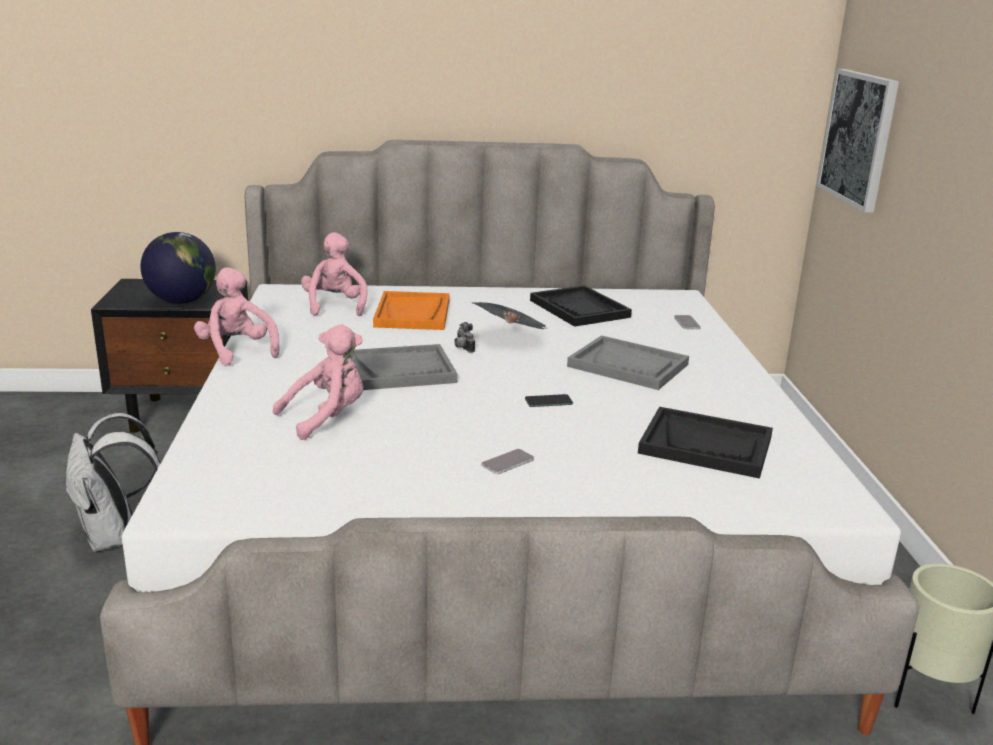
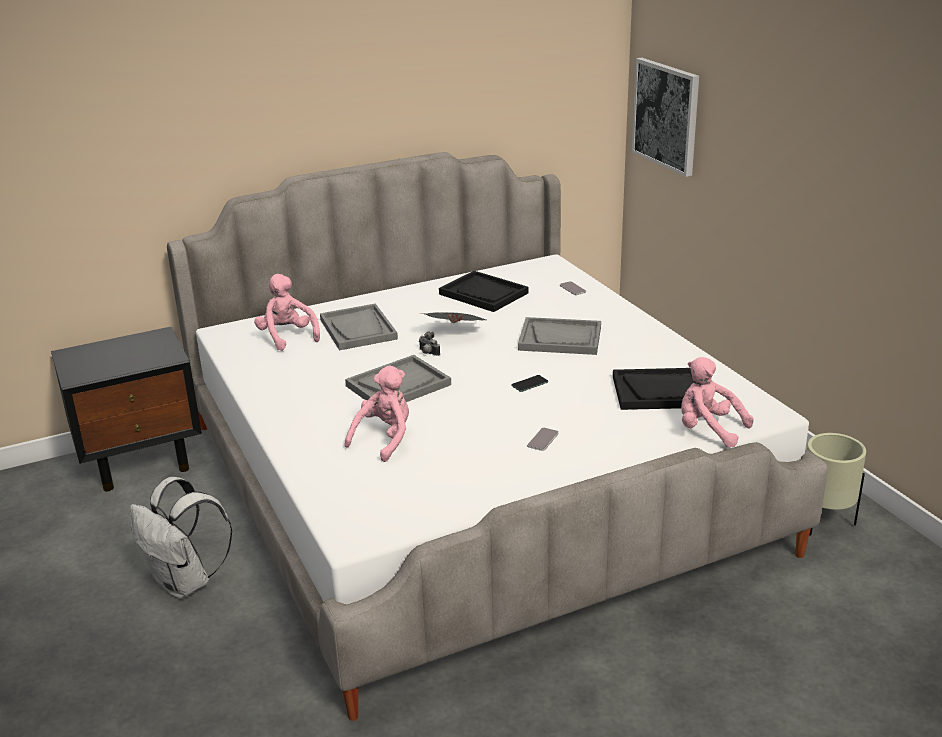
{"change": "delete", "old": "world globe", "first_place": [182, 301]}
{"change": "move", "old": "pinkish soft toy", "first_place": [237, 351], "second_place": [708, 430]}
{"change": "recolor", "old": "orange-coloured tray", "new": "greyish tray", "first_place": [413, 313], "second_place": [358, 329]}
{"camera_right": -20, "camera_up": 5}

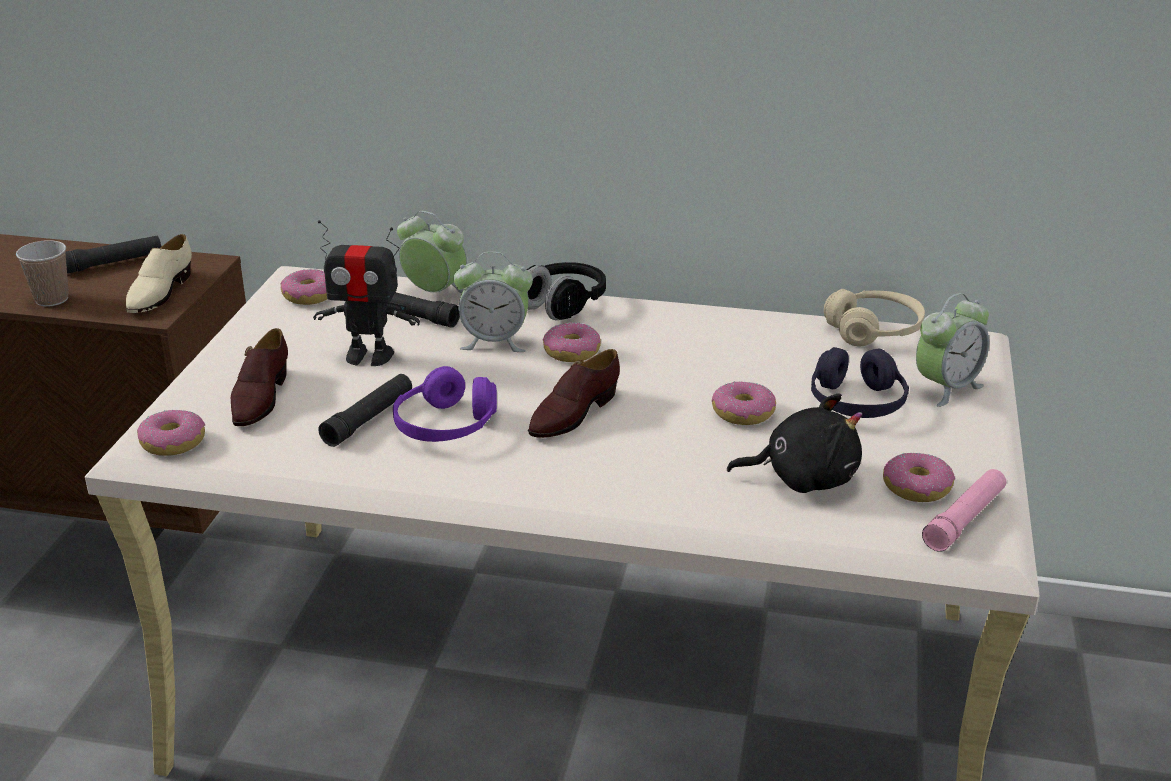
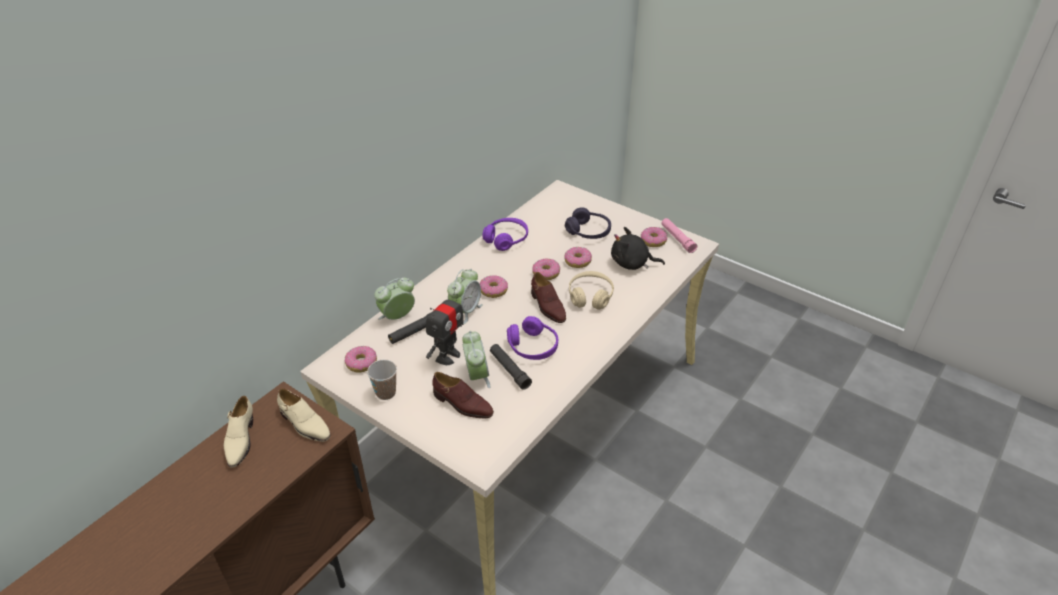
{"change": "move", "old": "cup", "first_place": [52, 299], "second_place": [386, 393]}
{"change": "replace", "old": "black-coloured hand torch", "new": "beige item of footwear", "first_place": [113, 263], "second_place": [240, 440]}
{"change": "move", "old": "ring doughnut", "first_place": [173, 442], "second_place": [546, 273]}
{"change": "delete", "old": "black-coloured headset", "first_place": [562, 306]}
{"change": "rotate", "old": "black-coloured soft toy", "first_place": [803, 478], "second_place": [632, 263], "degrees": -105}
{"change": "move", "old": "beige headset", "first_place": [874, 331], "second_place": [590, 296]}
{"change": "move", "old": "bedside clock", "first_place": [946, 388], "second_place": [476, 376]}
{"change": "insert", "new": "purple-coloured headset", "second_place": [506, 239]}
{"camera_right": -65, "camera_up": 10}

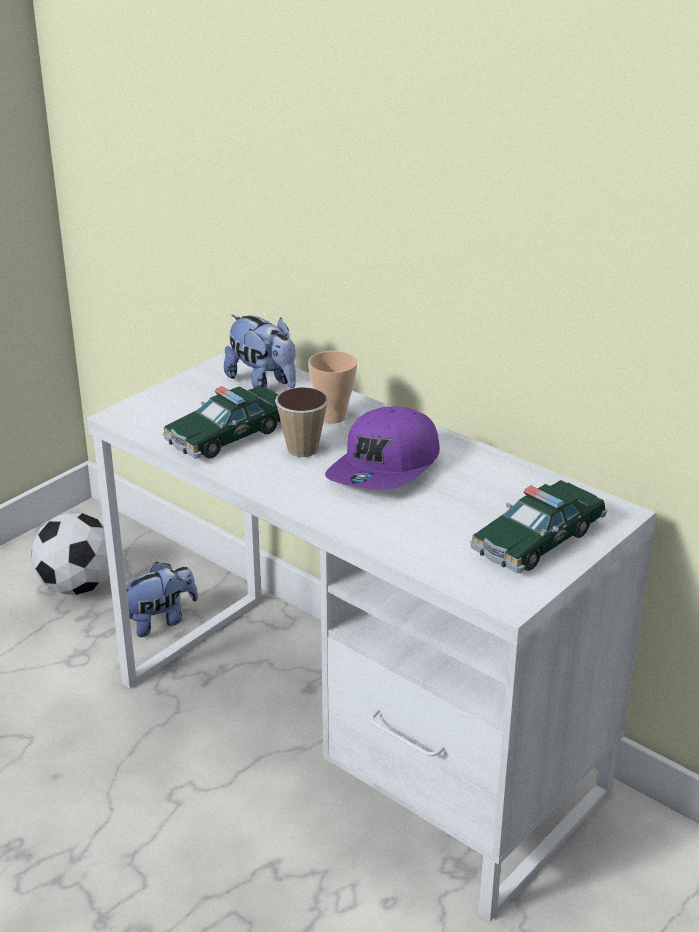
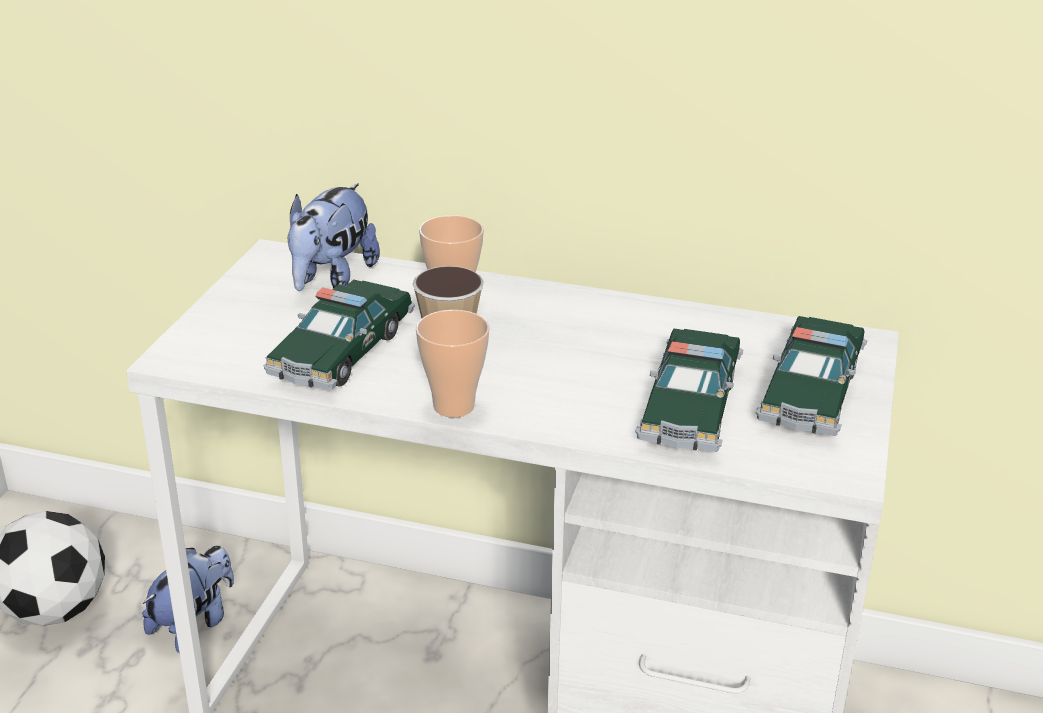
{"change": "rotate", "old": "soft toy", "first_place": [263, 383], "second_place": [331, 279], "degrees": 90}
{"change": "delete", "old": "purple-coloured baseball cap", "first_place": [386, 468]}
{"change": "insert", "new": "cup", "second_place": [454, 406]}
{"change": "insert", "new": "model car", "second_place": [690, 407]}
{"camera_right": -25, "camera_up": 0}

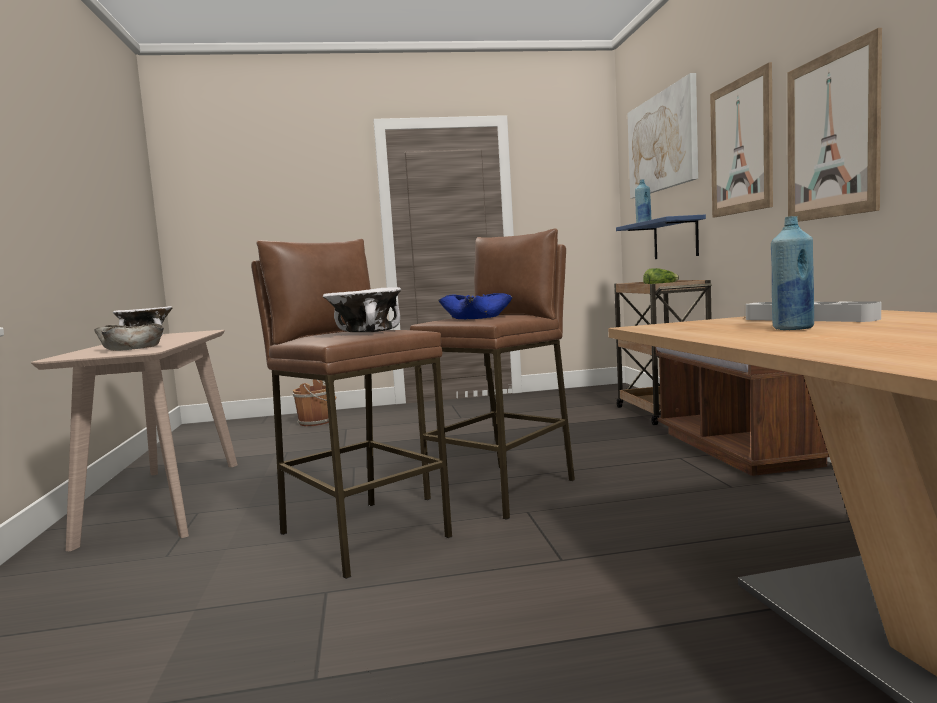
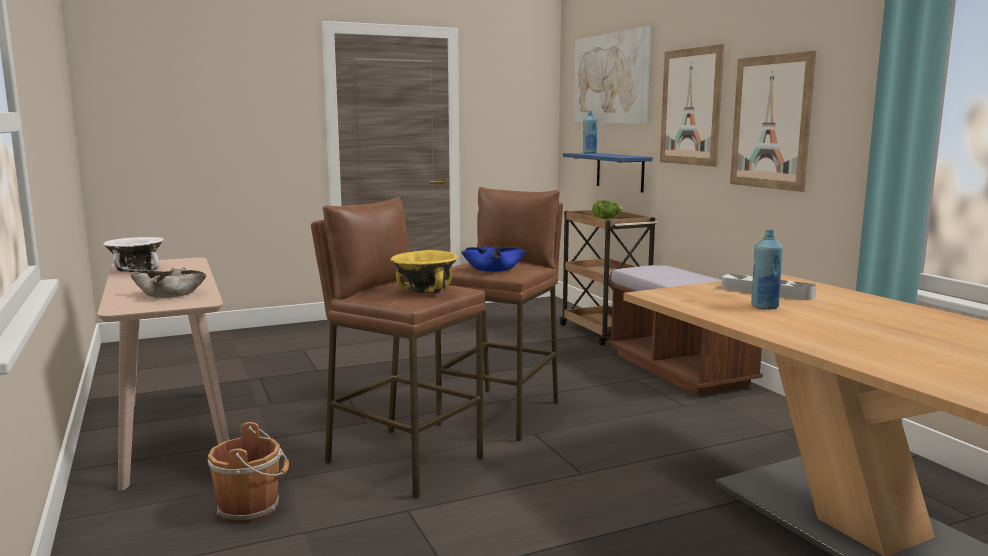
{"change": "move", "old": "brownish pail", "first_place": [316, 422], "second_place": [252, 508]}
{"change": "recolor", "old": "white deep dish", "new": "yellow-coloured deep dish", "first_place": [366, 332], "second_place": [425, 291]}
{"camera_right": -15, "camera_up": 5}

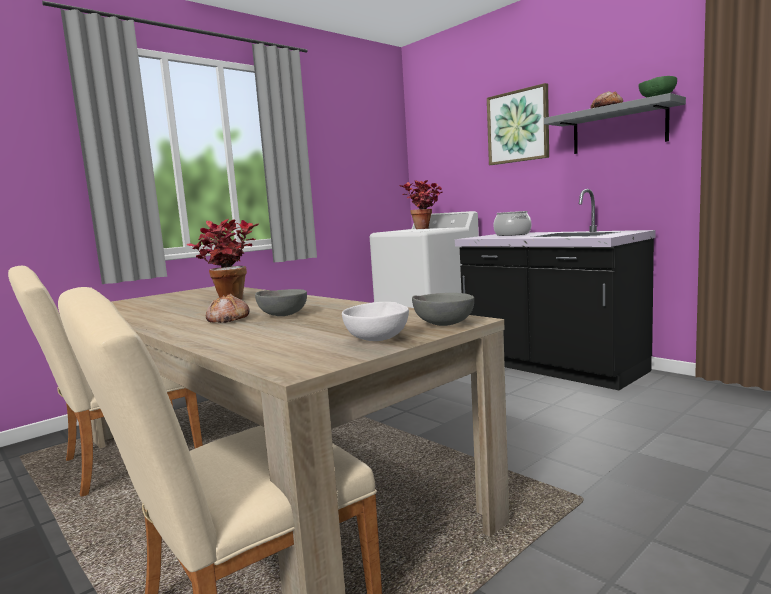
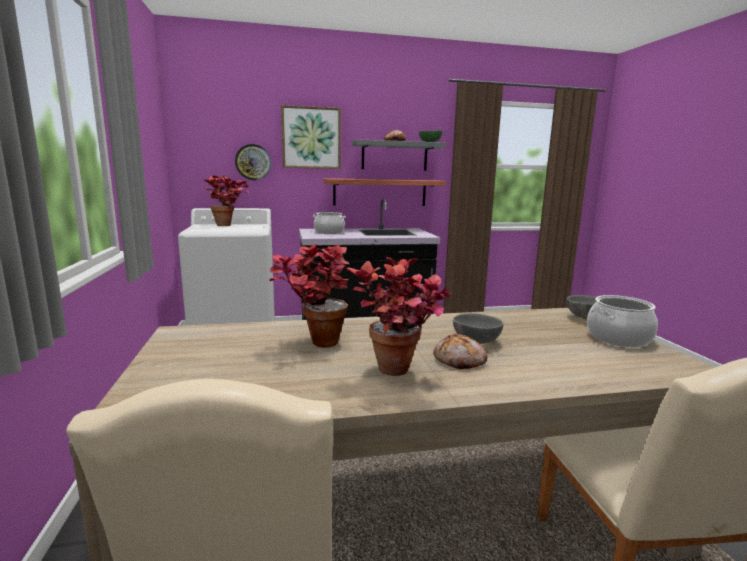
{"change": "replace", "old": "white deep dish", "new": "cooking pot", "first_place": [379, 339], "second_place": [618, 338]}
{"change": "insert", "new": "wall clock", "second_place": [253, 162]}
{"change": "insert", "new": "bracket shelf", "second_place": [380, 192]}
{"change": "insert", "new": "plant in a pot", "second_place": [399, 375]}
{"camera_right": -60, "camera_up": 5}

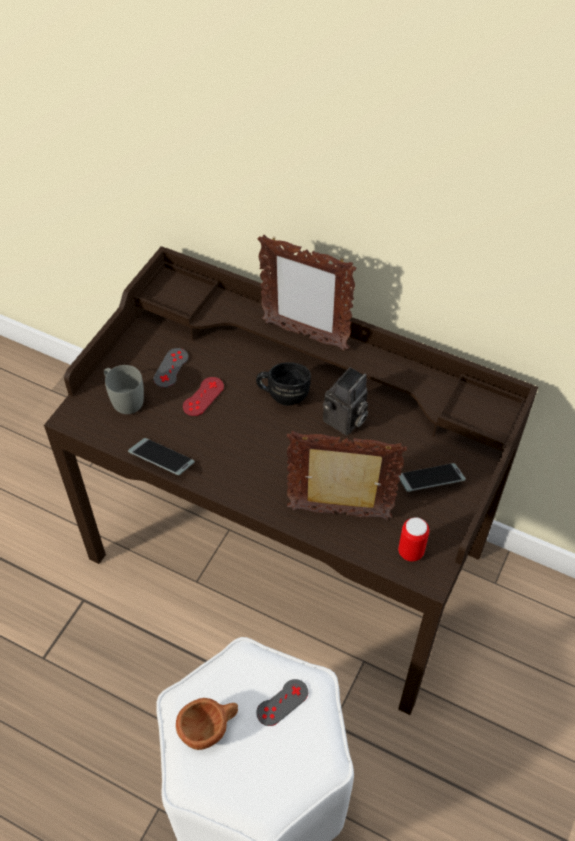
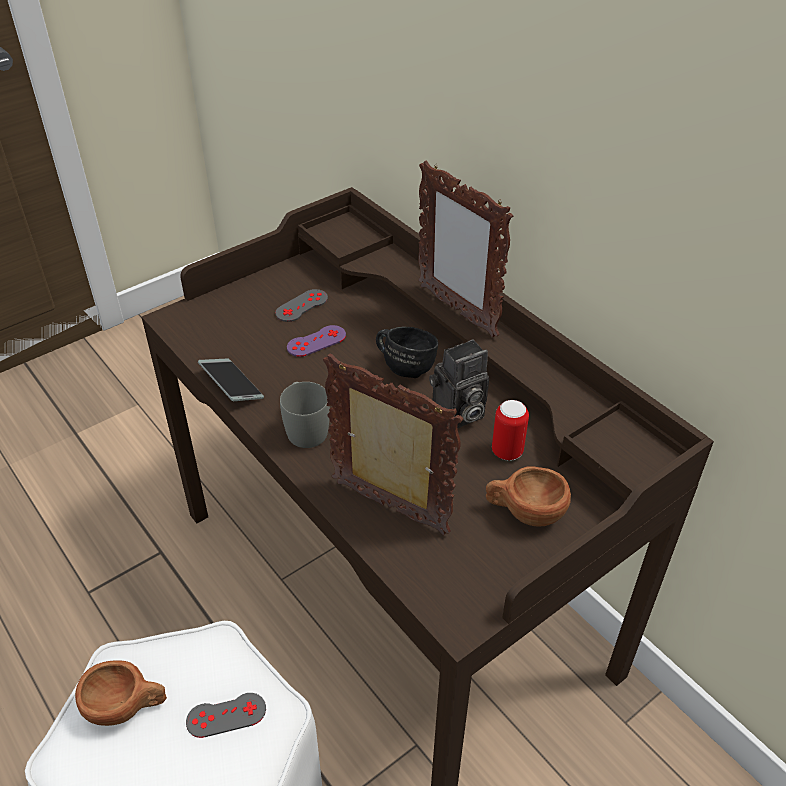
{"change": "move", "old": "greyish mug", "first_place": [123, 398], "second_place": [305, 427]}
{"change": "recolor", "old": "red game controller", "new": "purple-coloured game controller", "first_place": [203, 396], "second_place": [316, 341]}
{"change": "move", "old": "metal can", "first_place": [411, 551], "second_place": [507, 451]}
{"change": "replace", "old": "handset", "new": "brownish cup", "first_place": [430, 481], "second_place": [524, 512]}
{"camera_right": 25, "camera_up": -10}

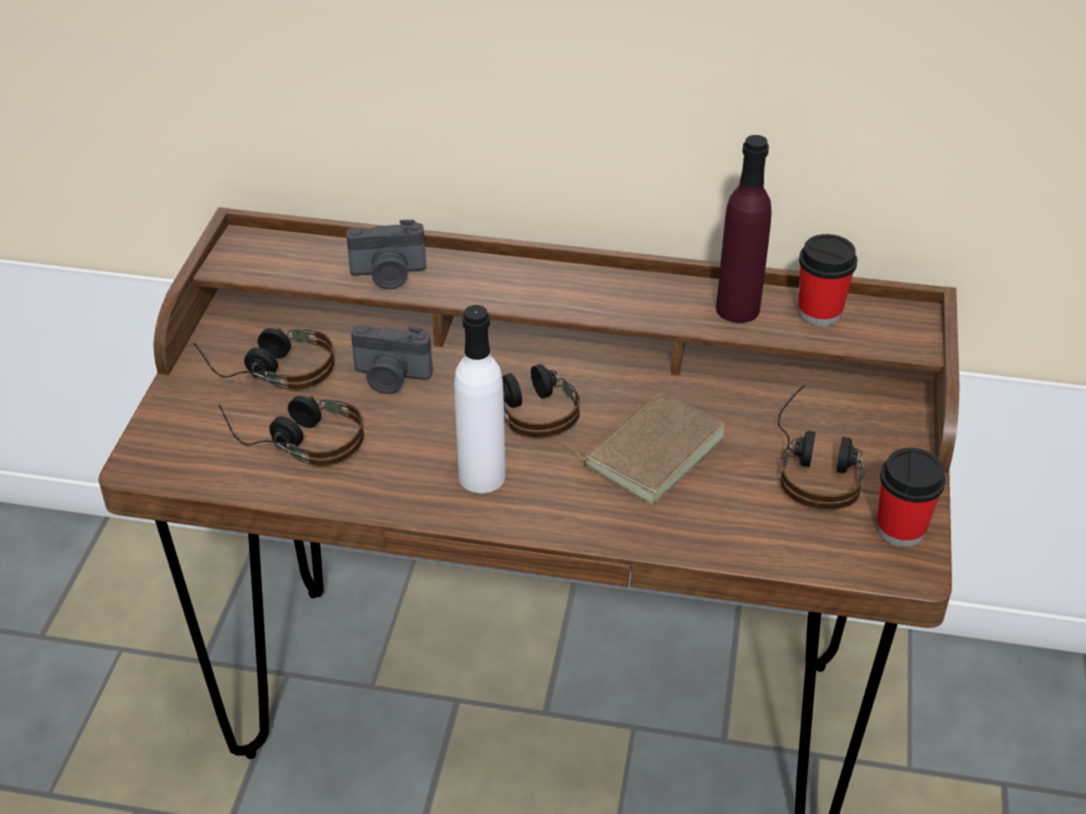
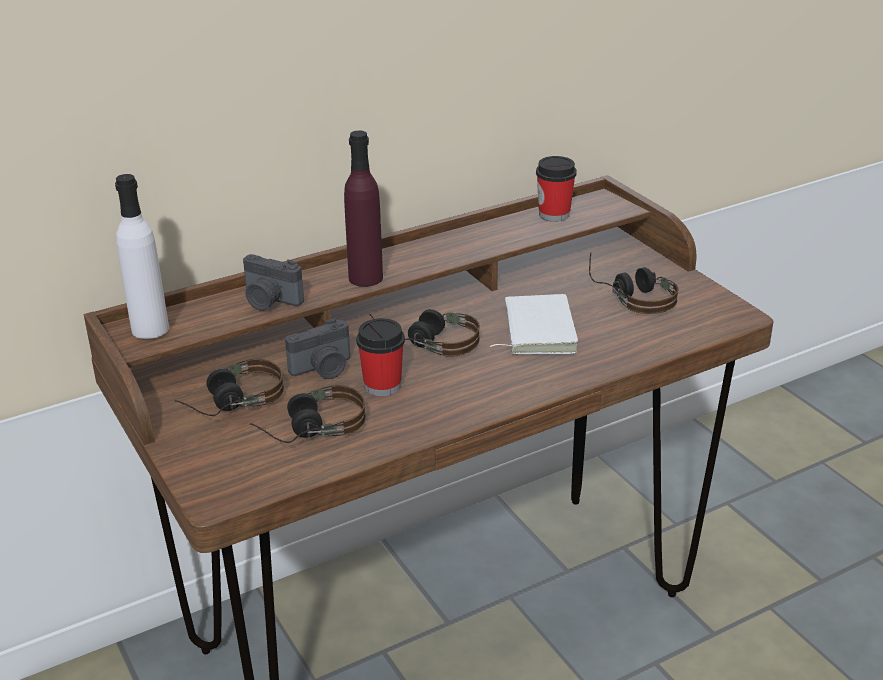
{"change": "rotate", "old": "photo camera", "first_place": [388, 275], "second_place": [269, 301], "degrees": 75}
{"change": "move", "old": "white bottle", "first_place": [482, 476], "second_place": [150, 329]}
{"change": "recolor", "old": "brownish bound book", "new": "white bound book", "first_place": [650, 450], "second_place": [536, 330]}
{"change": "move", "old": "purple-coloured bottle", "first_place": [738, 309], "second_place": [365, 278]}
{"change": "move", "old": "cup", "first_place": [900, 529], "second_place": [382, 385]}
{"camera_right": -40, "camera_up": -10}

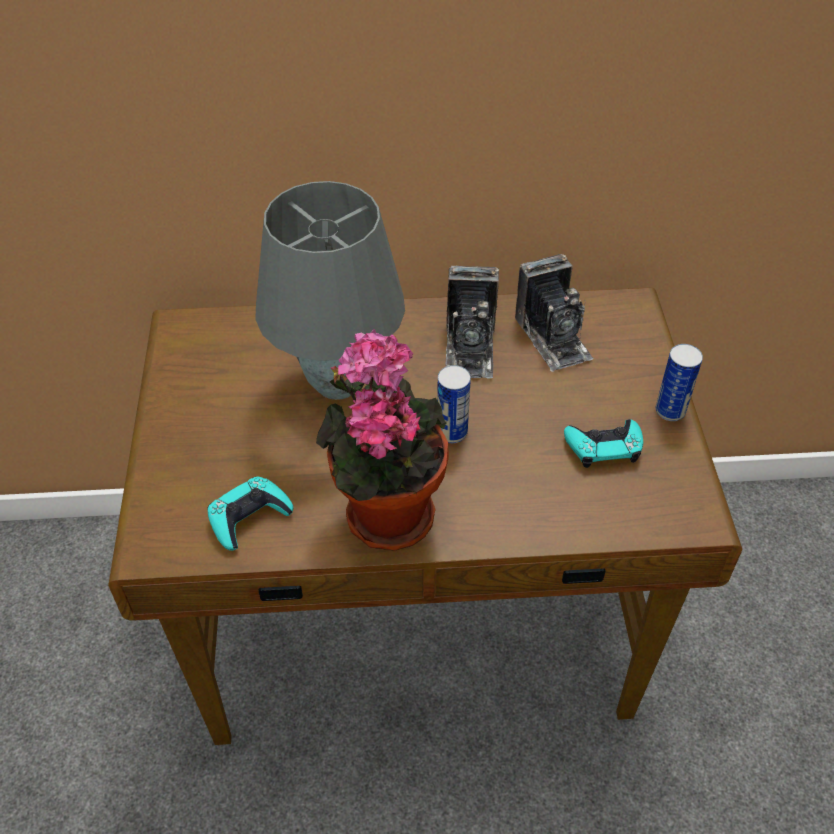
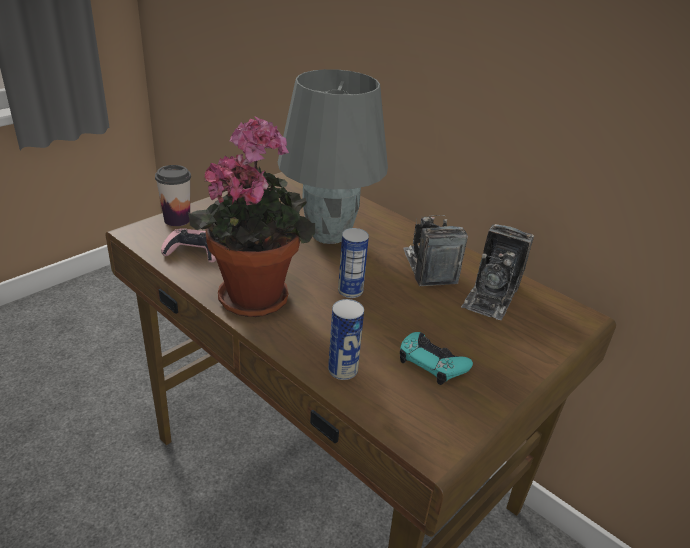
{"change": "recolor", "old": "turquoise-coloured game controller", "new": "pinkish game controller", "first_place": [249, 517], "second_place": [194, 251]}
{"change": "rotate", "old": "photo camera", "first_place": [470, 347], "second_place": [429, 267], "degrees": 120}
{"change": "move", "old": "metal can", "first_place": [670, 411], "second_place": [342, 370]}
{"change": "insert", "new": "cup", "second_place": [177, 220]}
{"camera_right": 45, "camera_up": -15}

